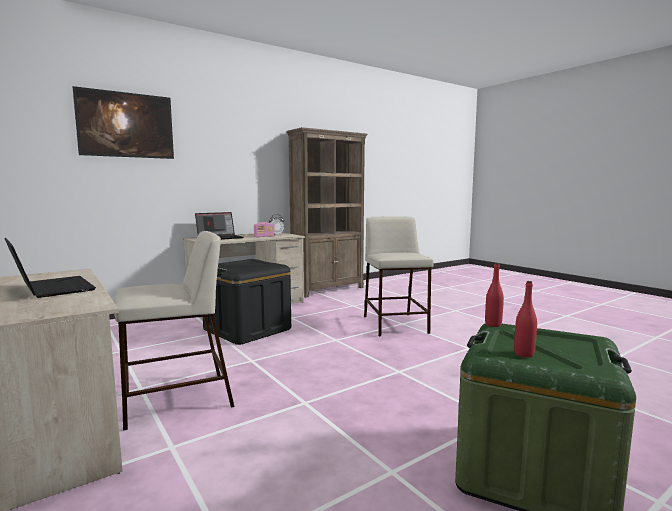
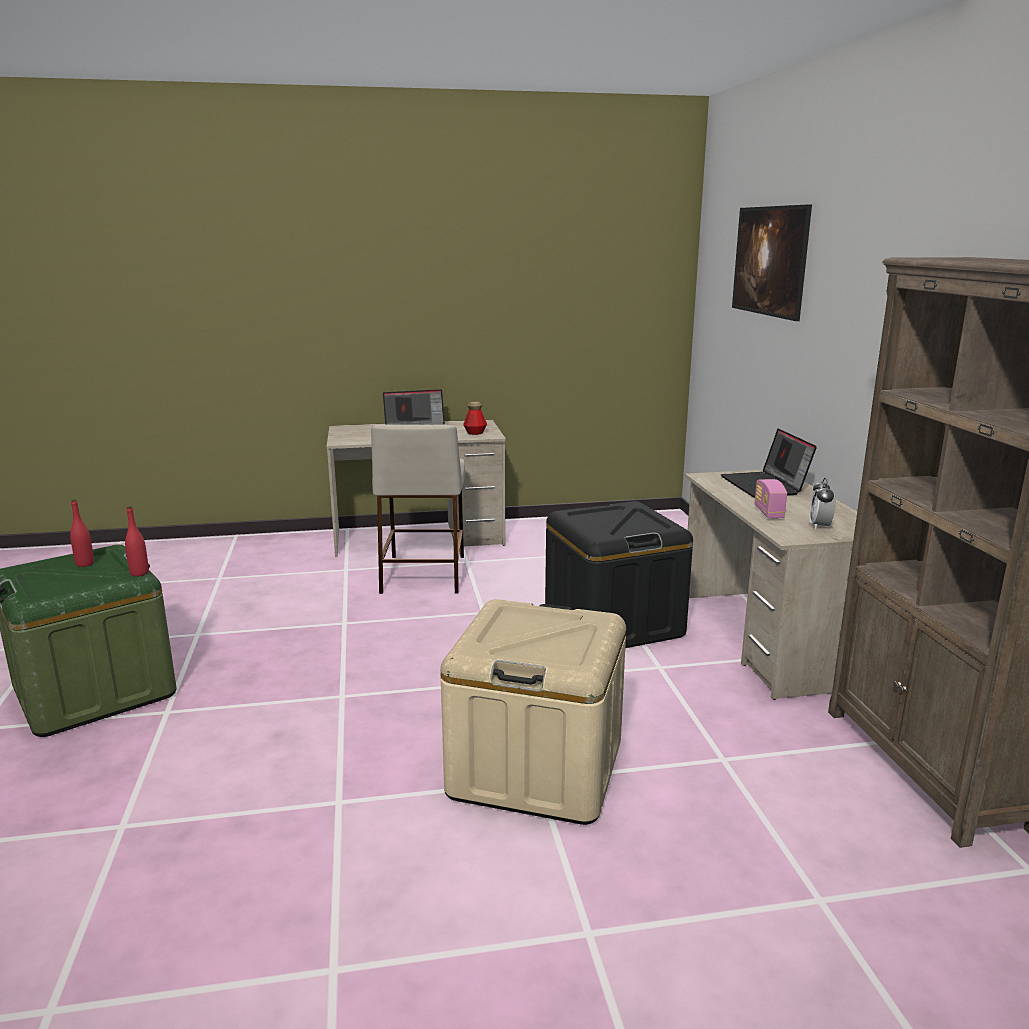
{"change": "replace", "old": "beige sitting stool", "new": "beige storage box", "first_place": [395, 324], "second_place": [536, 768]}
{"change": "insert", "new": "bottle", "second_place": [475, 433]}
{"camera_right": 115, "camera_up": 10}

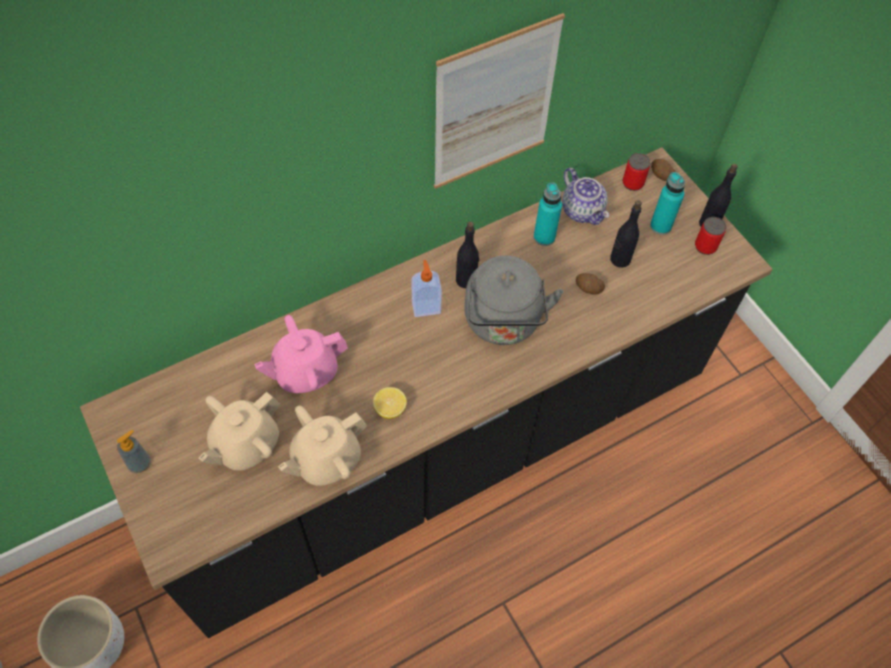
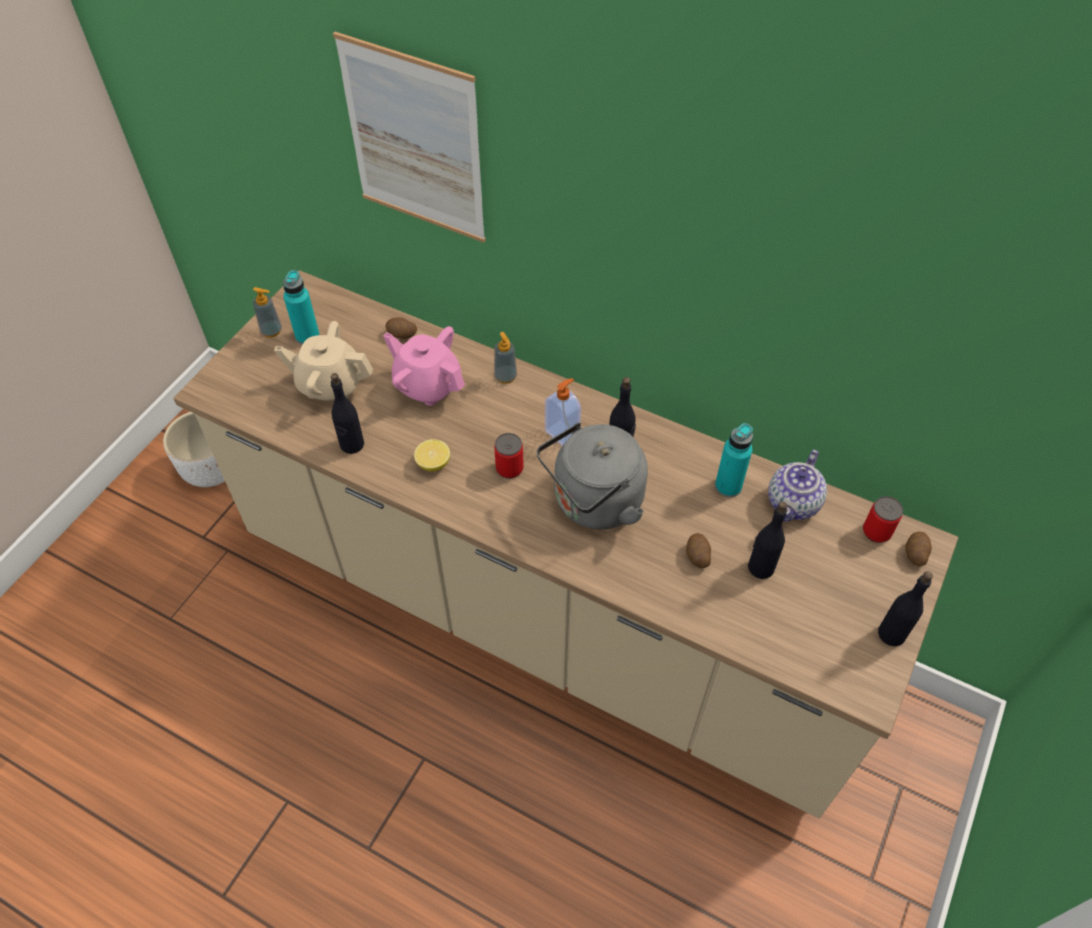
{"change": "recolor", "old": "black-coloured kitchen base unit", "new": "beige kitchen base unit", "first_place": [440, 449], "second_place": [546, 613]}
{"change": "replace", "old": "beige tea pot", "new": "black-coloured bottle", "first_place": [326, 459], "second_place": [352, 445]}
{"change": "move", "old": "wall picture", "first_place": [494, 105], "second_place": [414, 141]}
{"change": "move", "old": "turquoise-coloured bottle", "first_place": [660, 226], "second_place": [307, 336]}
{"change": "move", "old": "metal can", "first_place": [705, 246], "second_place": [509, 468]}
{"change": "insert", "new": "potato", "second_place": [401, 334]}
{"change": "insert", "new": "liquid soap bottle", "second_place": [505, 376]}
{"camera_right": 60, "camera_up": -5}

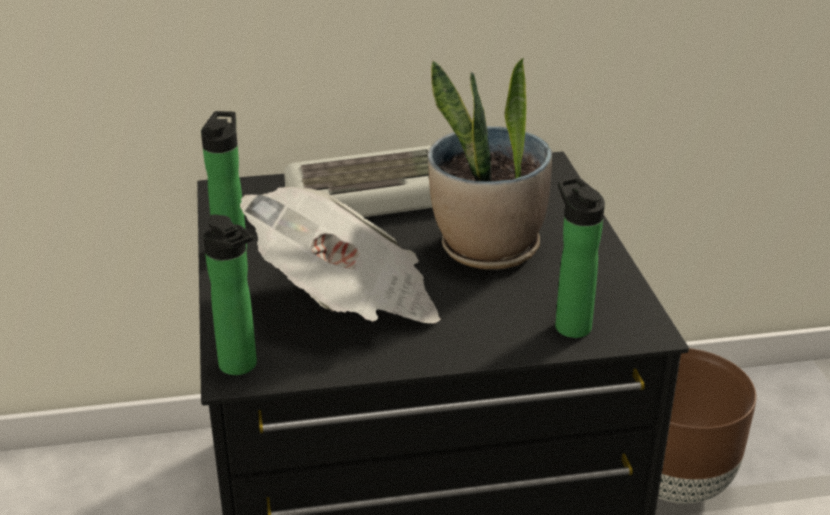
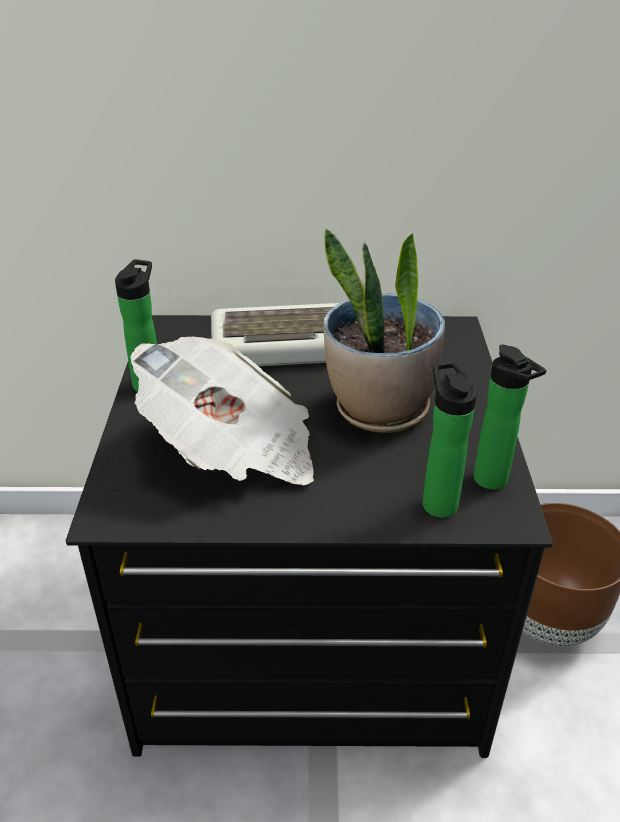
{"change": "move", "old": "bottle", "first_place": [241, 367], "second_place": [494, 482]}
{"camera_right": 10, "camera_up": 5}

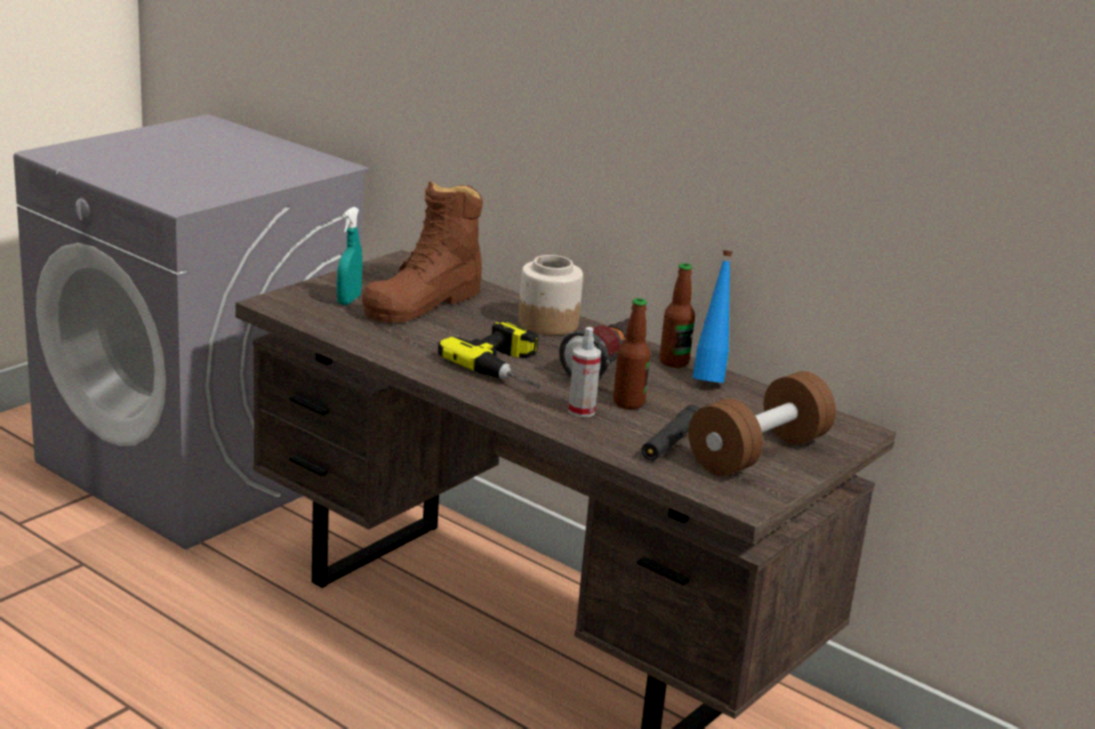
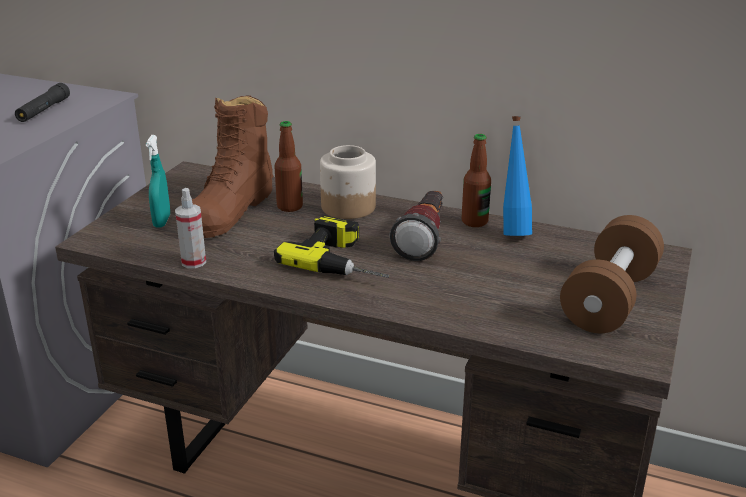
{"change": "move", "old": "spray bottle", "first_place": [581, 411], "second_place": [193, 262]}
{"change": "move", "old": "bottle", "first_place": [628, 403], "second_place": [289, 206]}
{"change": "move", "old": "black-coloured hand torch", "first_place": [671, 443], "second_place": [44, 110]}
{"camera_right": -15, "camera_up": 5}

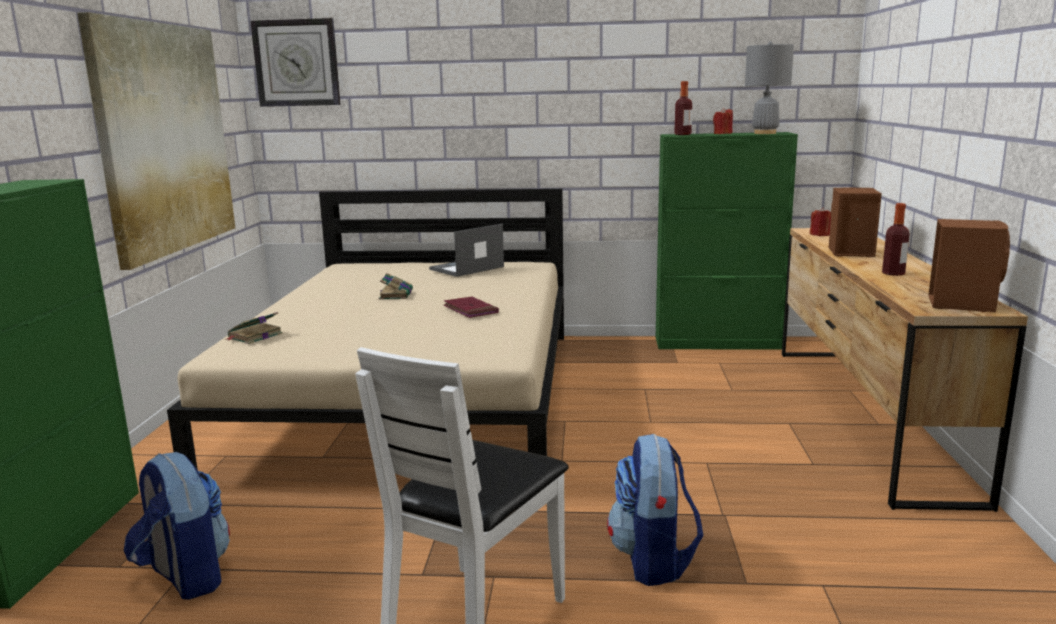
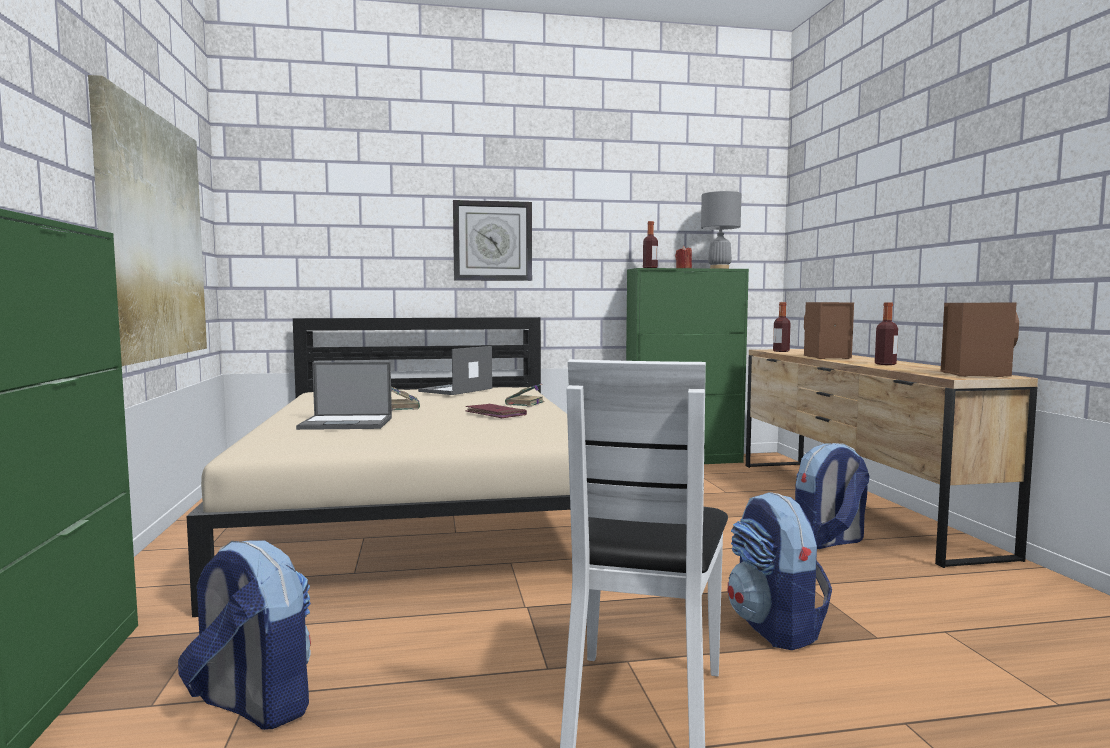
{"change": "move", "old": "bound book", "first_place": [254, 336], "second_place": [524, 403]}
{"change": "move", "old": "wall clock", "first_place": [296, 63], "second_place": [492, 241]}
{"change": "replace", "old": "red wax light", "new": "bottle", "first_place": [819, 234], "second_place": [781, 351]}
{"change": "insert", "new": "notebook computer", "second_place": [347, 423]}
{"change": "insert", "new": "knapsack", "second_place": [828, 542]}
{"camera_right": -15, "camera_up": -10}

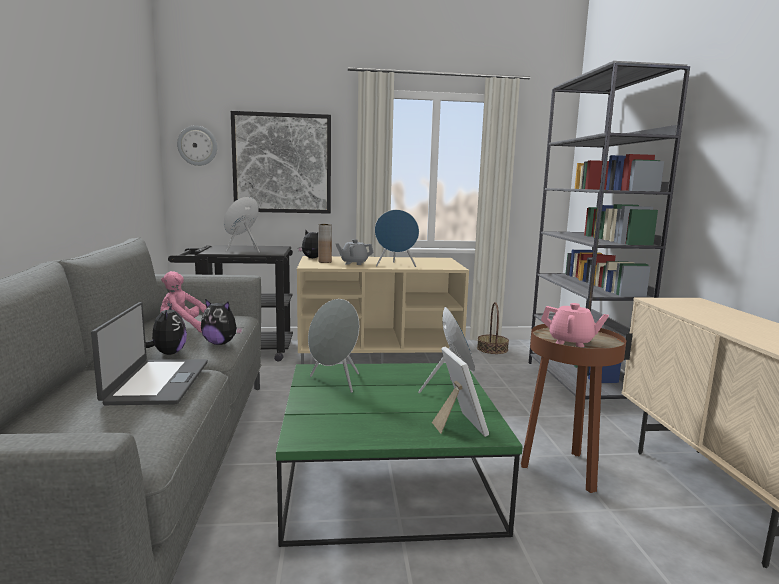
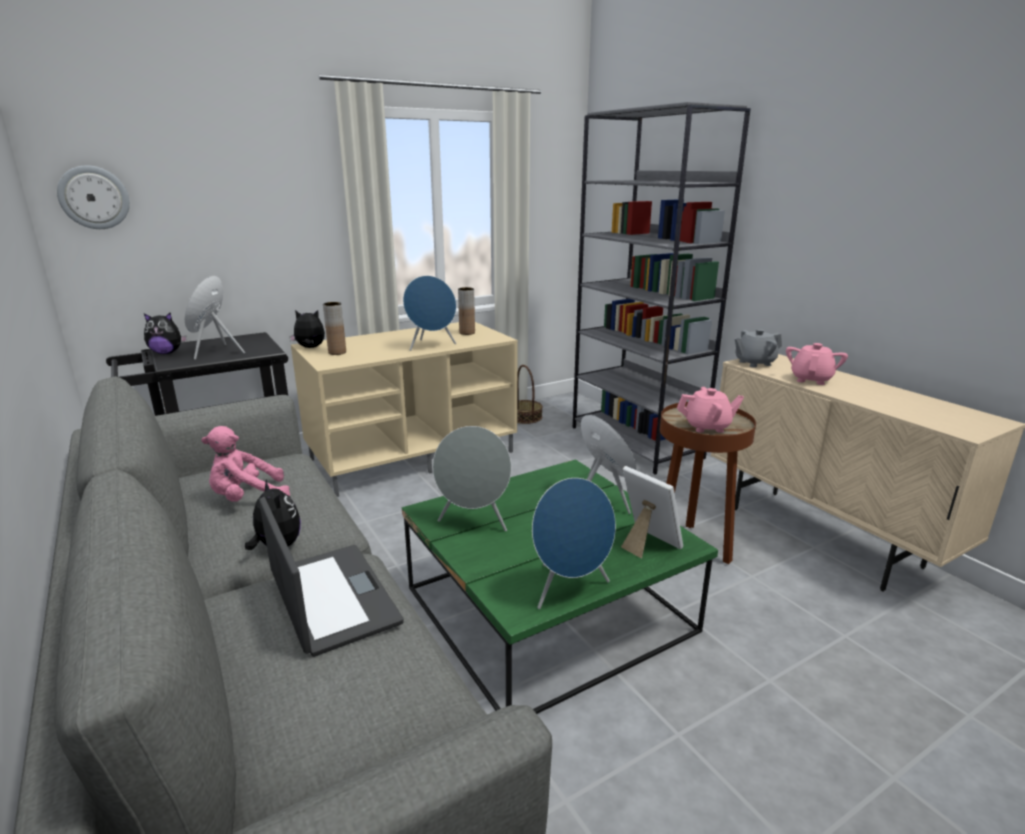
{"change": "move", "old": "soft toy", "first_place": [221, 343], "second_place": [167, 353]}
{"change": "delete", "old": "wall picture", "first_place": [282, 163]}
{"change": "move", "old": "greyish tea pot", "first_place": [354, 263], "second_place": [754, 363]}
{"change": "insert", "new": "brownish decorative vase", "second_place": [467, 333]}
{"change": "insert", "new": "blue-coloured audio speaker", "second_place": [569, 589]}
{"change": "insert", "new": "pinkish tea pot", "second_place": [811, 379]}
{"camera_right": -25, "camera_up": 10}

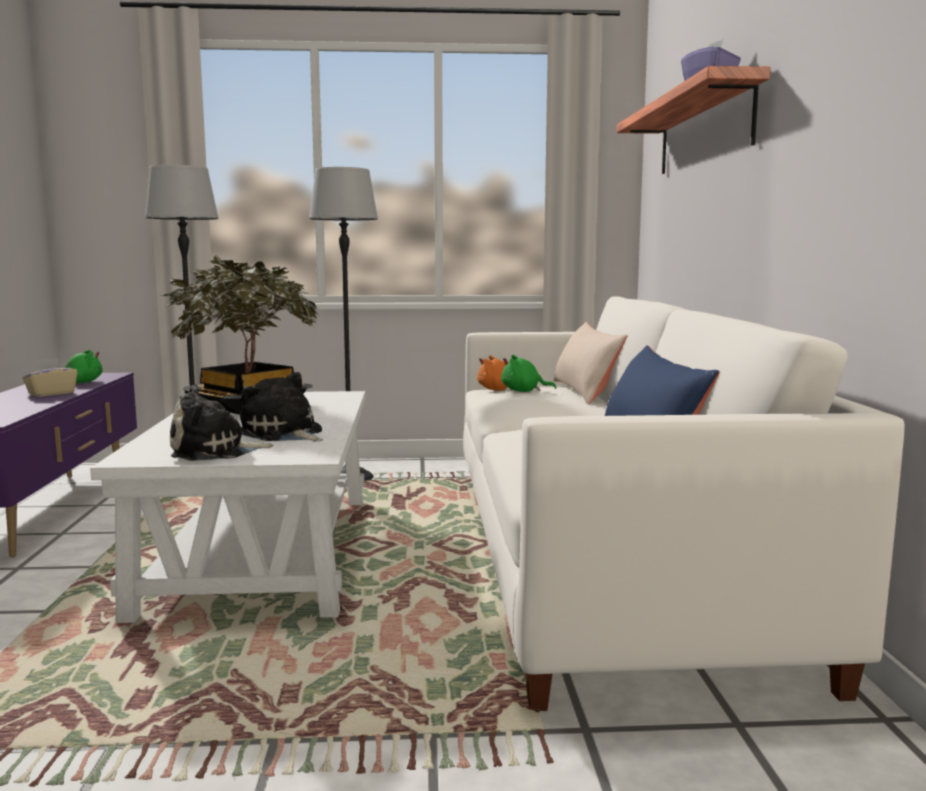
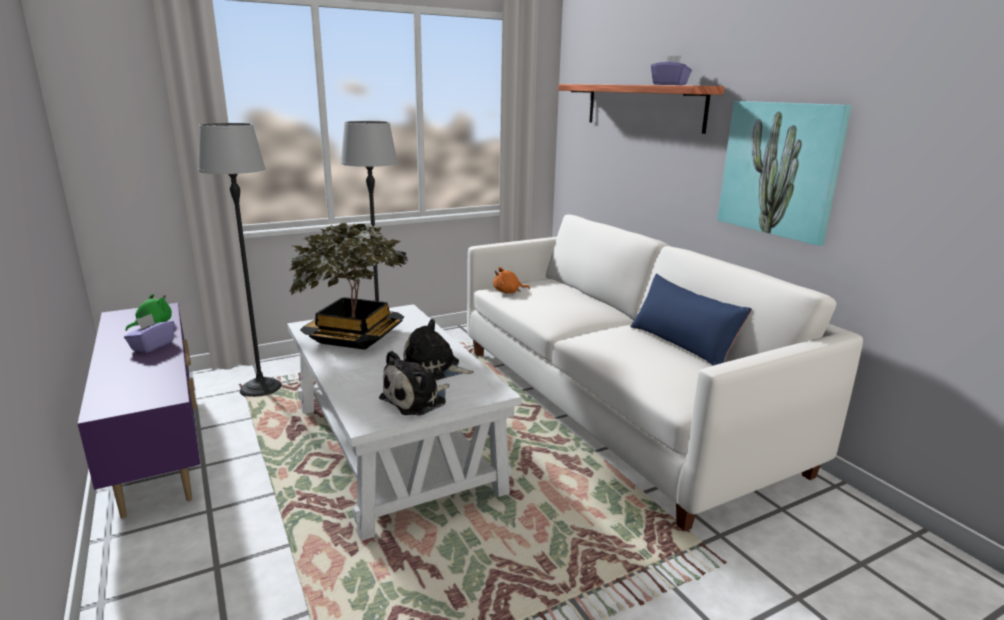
{"change": "recolor", "old": "beige box of tissues", "new": "purple-coloured box of tissues", "first_place": [51, 393], "second_place": [152, 346]}
{"change": "delete", "old": "green soft toy", "first_place": [523, 391]}
{"change": "delete", "old": "beige pillow", "first_place": [586, 391]}
{"change": "insert", "new": "wall picture", "second_place": [779, 169]}
{"camera_right": -25, "camera_up": 10}

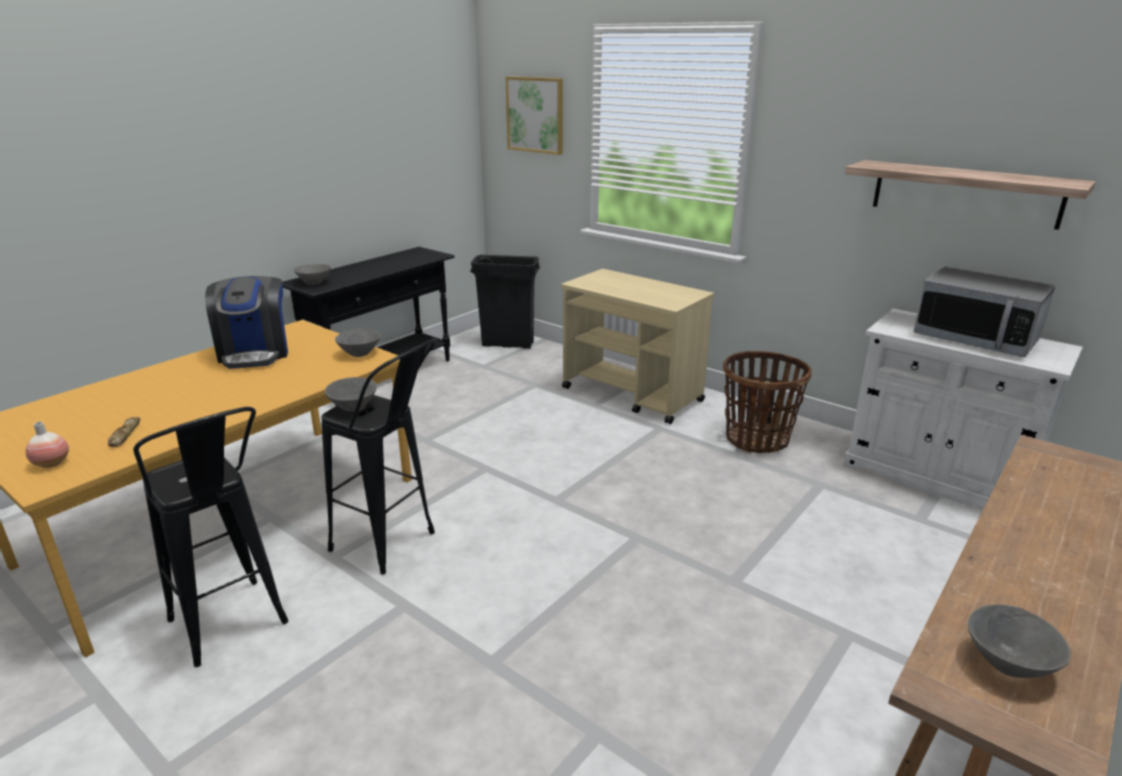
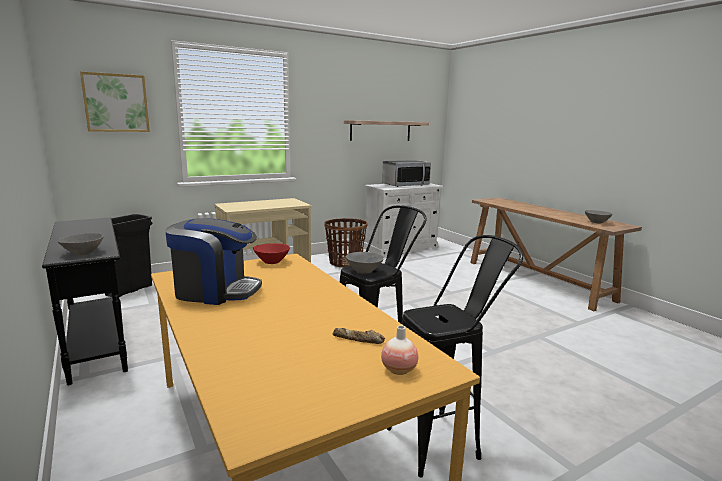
{"change": "recolor", "old": "greyish deep dish", "new": "red deep dish", "first_place": [360, 353], "second_place": [271, 262]}
{"camera_right": -70, "camera_up": -10}

